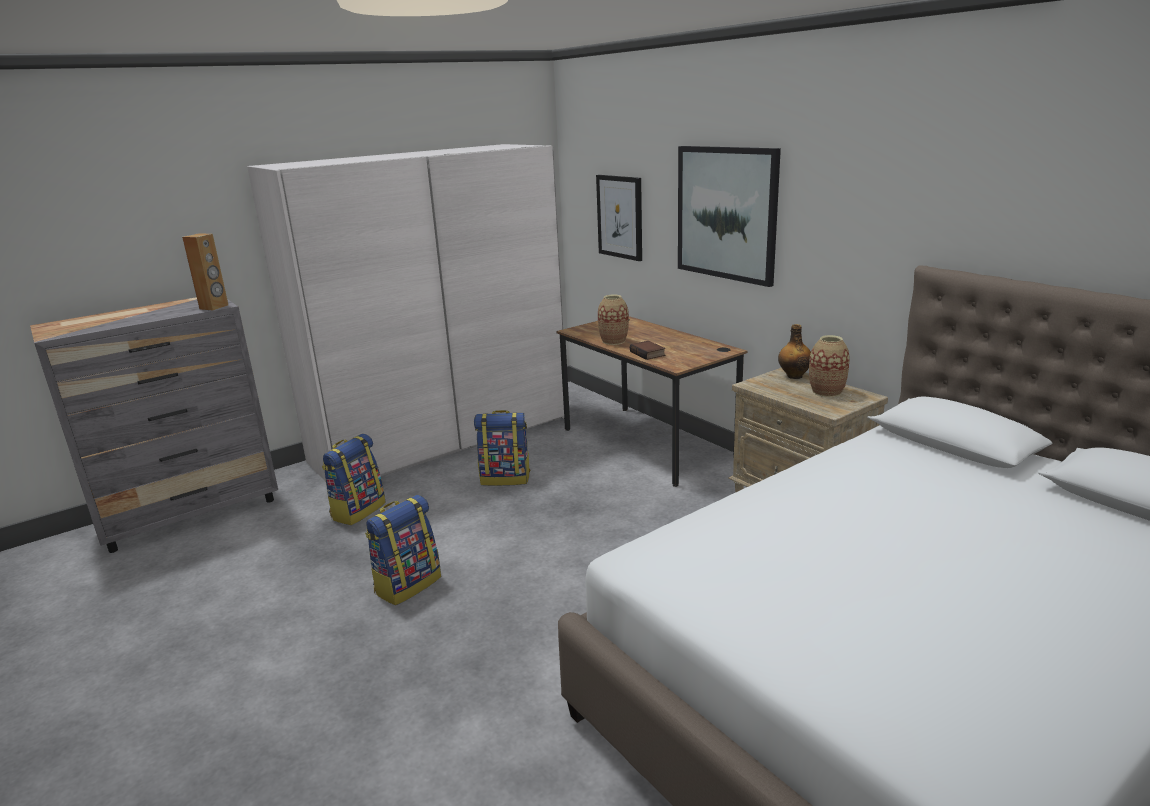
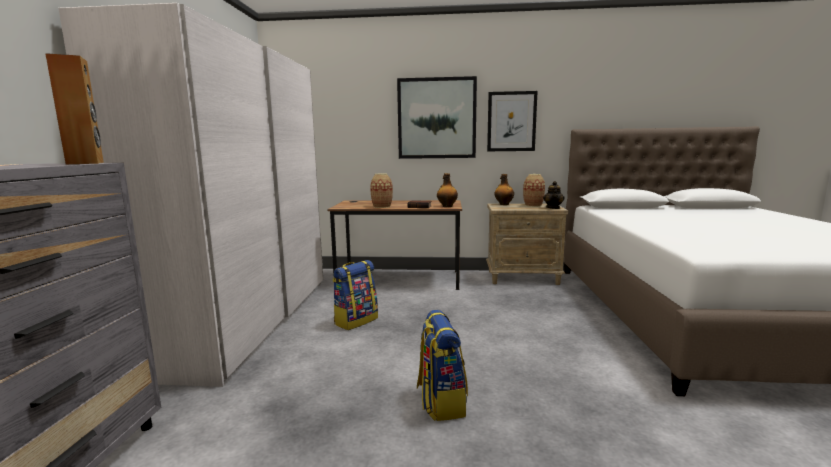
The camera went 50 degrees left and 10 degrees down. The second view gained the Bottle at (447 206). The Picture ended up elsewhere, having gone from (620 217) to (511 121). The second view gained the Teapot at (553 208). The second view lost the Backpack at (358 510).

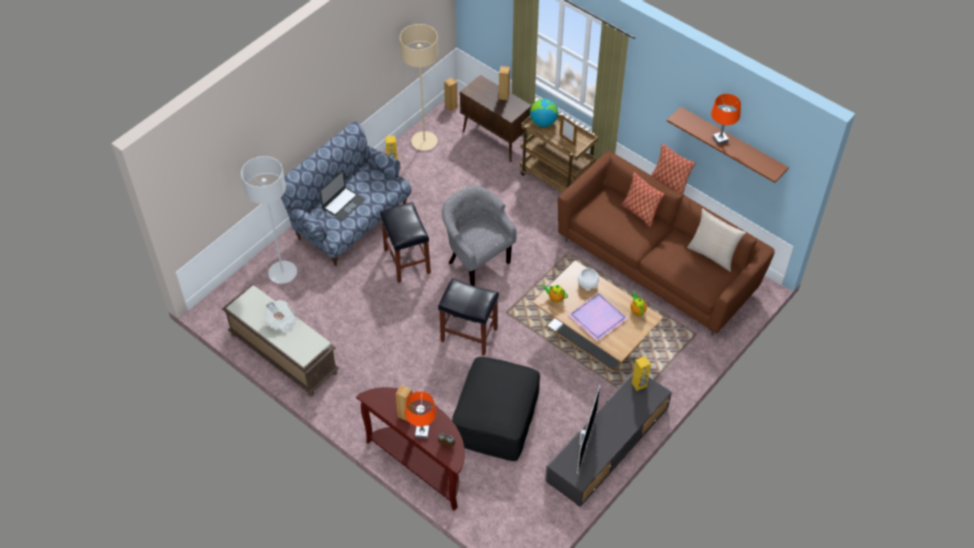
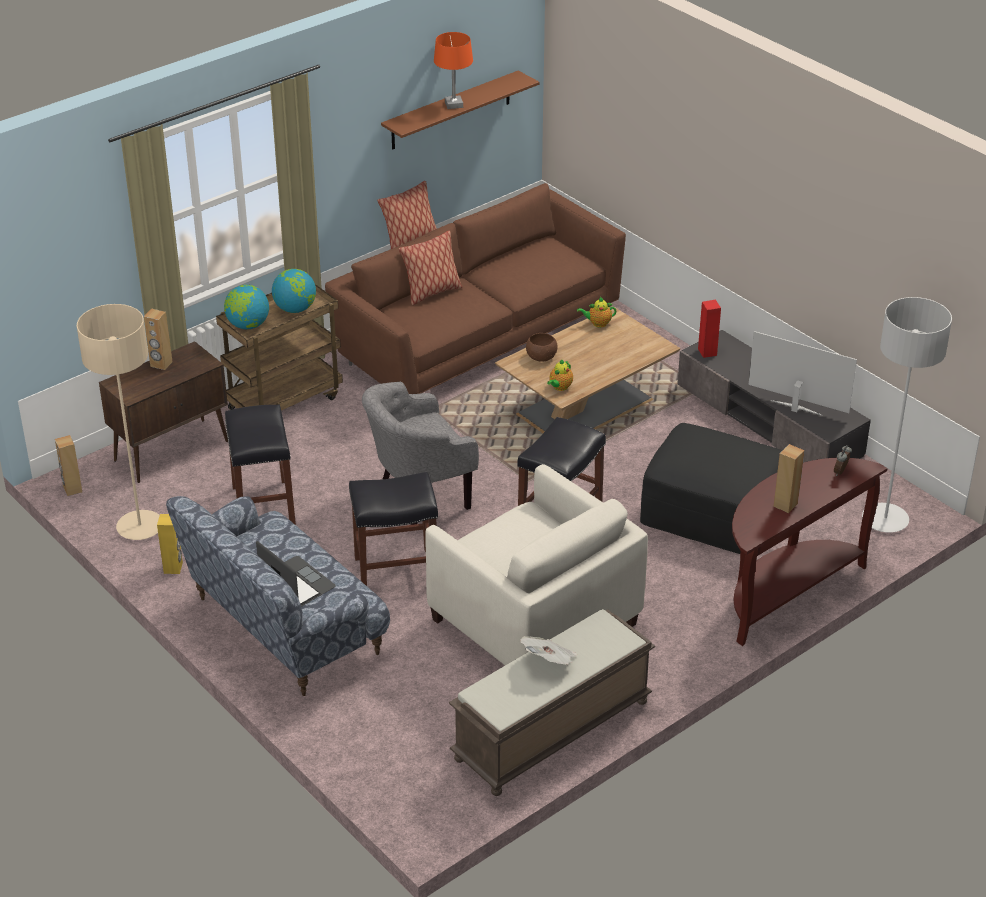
The camera went 80 degrees left and 15 degrees down. The second view gained the BlackStool at (264 506). Where the PictureFrame stood at (567 140), the Globe came to stand at (295 309). The second view gained the BeigeArmchair at (533 621). What was the WhiteBowl at (587 284) turned into the BrownBowl at (541 357). What was the YellowSpeaker at (639 385) turned into the RedSpeaker at (707 352). The GreyFloorLamp ended up elsewhere, having gone from (282 273) to (885 519). The second view lost the OrangeTableLamp at (422 432). The second view lost the PurpleTray at (597 318). The second view lost the BeigePillow at (712 254).

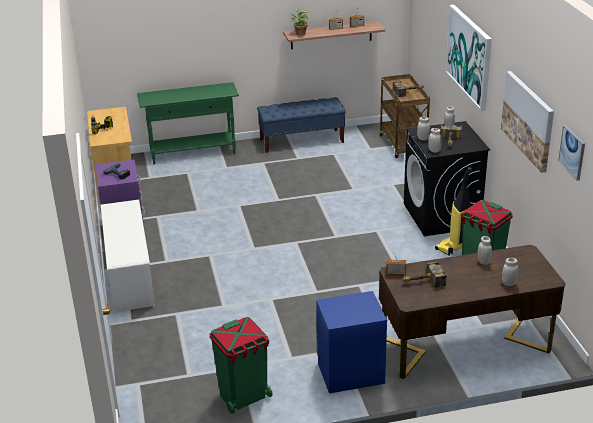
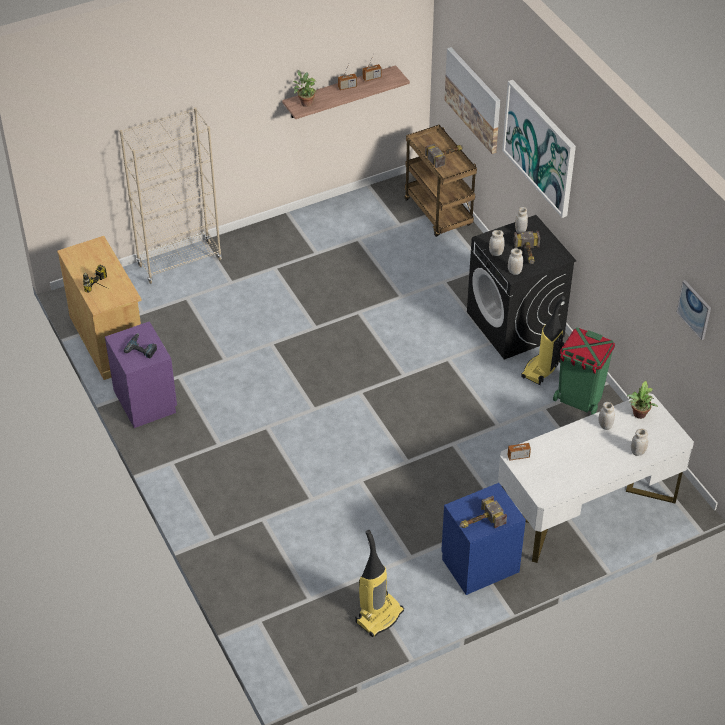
The camera went 15 degrees left and 15 degrees up. Where the GreenConsoleTable stood at (193 153), the BeigeBookcase came to stand at (180 262). Where the GreenTrashCan stood at (244 397), the VacuumCleaner came to stand at (379 615). The Picture ended up elsewhere, having gone from (528 120) to (473 99). The Hammer ended up elsewhere, having gone from (421 281) to (479 522). What was the BrownDesk at (465 345) turned into the WhiteDesk at (587 507). The second view gained the PottedPlant at (639 415). The second view lost the WhiteShoeRack at (130 276). The second view lost the BlueBench at (302 141).

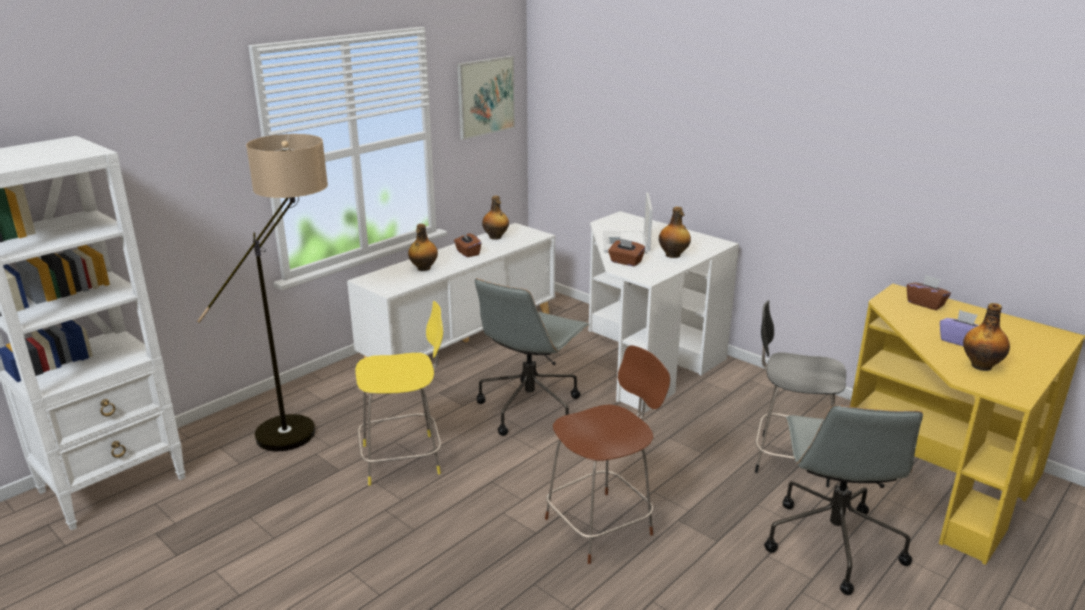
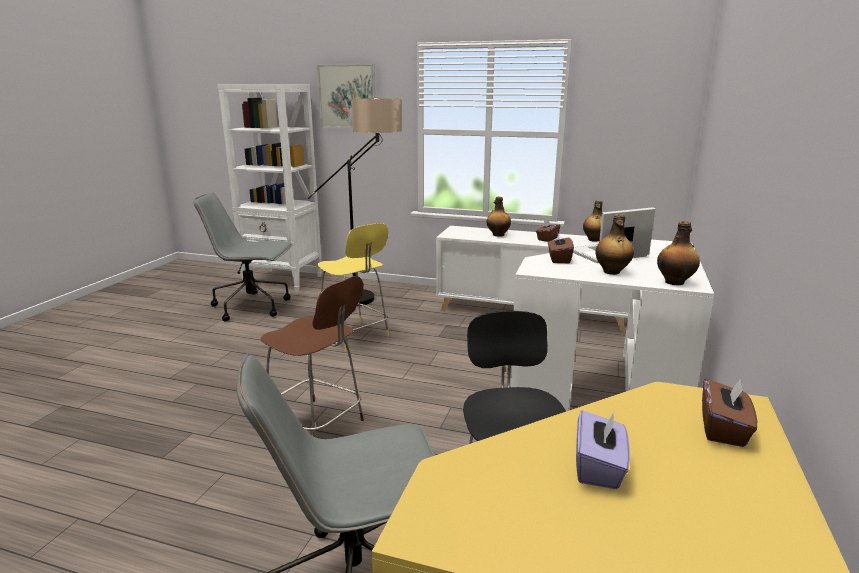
The camera went 65 degrees right and 5 degrees down. The GreyOfficeChair ended up elsewhere, having gone from (530 408) to (253 307). The Picture ended up elsewhere, having gone from (486 97) to (347 96). The Bottle ended up elsewhere, having gone from (981 365) to (675 282).

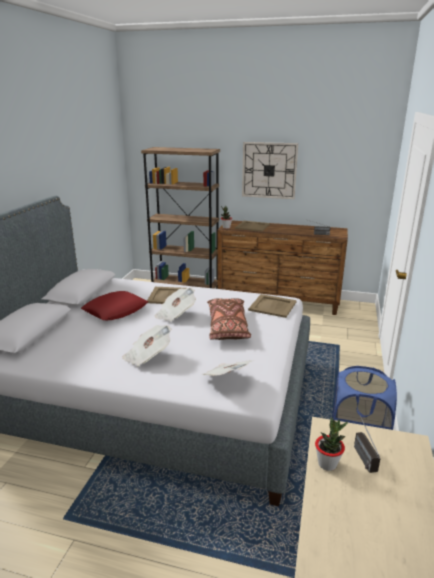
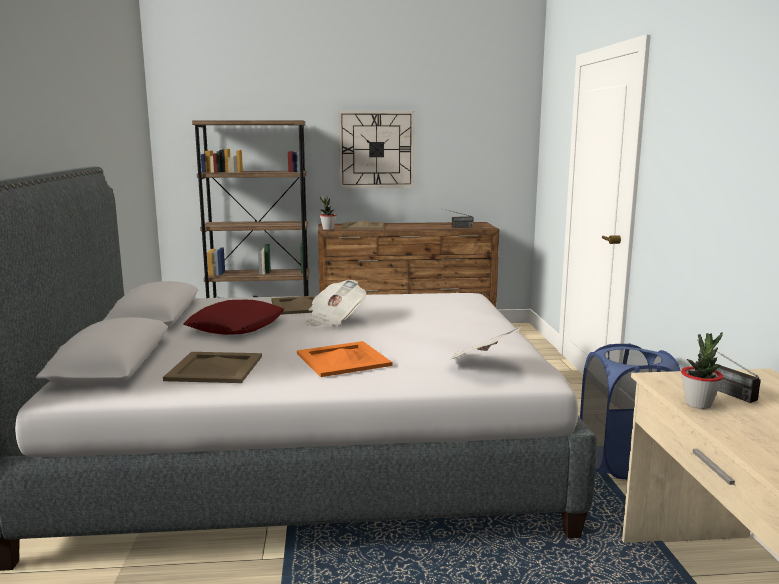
The camera went 20 degrees left and 10 degrees down. The BeigeTray ended up elsewhere, having gone from (273 306) to (216 368). Where the Newspaper stood at (147 356), the OrangeTray came to stand at (343 360). The second view lost the BrownPillow at (227 327).

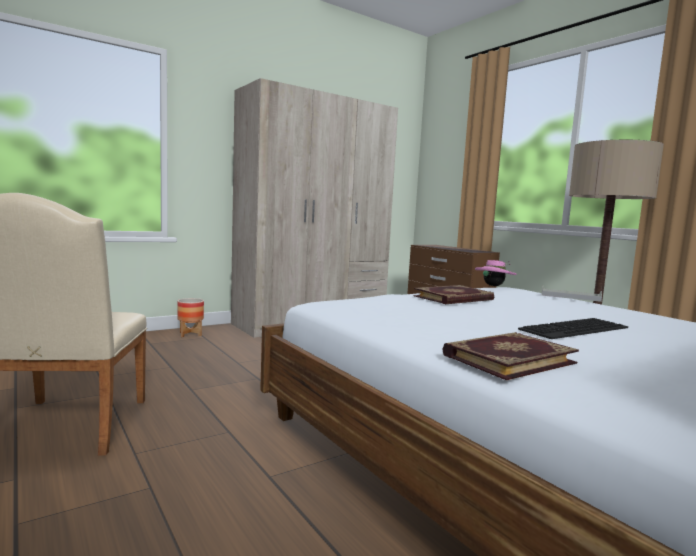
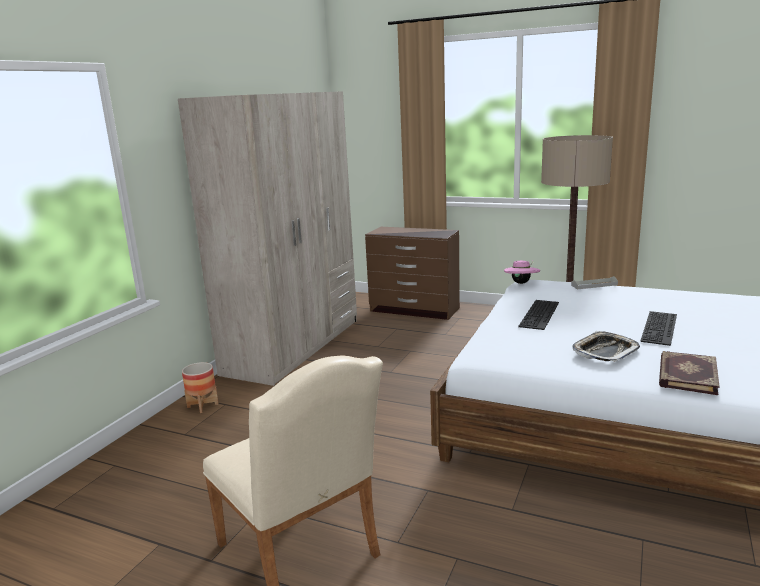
The camera went 30 degrees left and 10 degrees up. Where the Book stood at (454 298), the Keyboard came to stand at (541 314). The second view gained the Tray at (605 351).

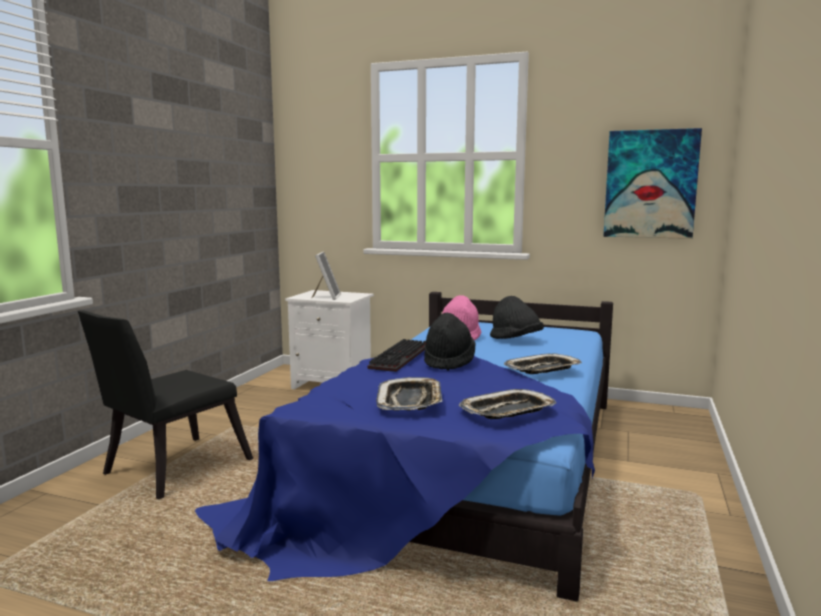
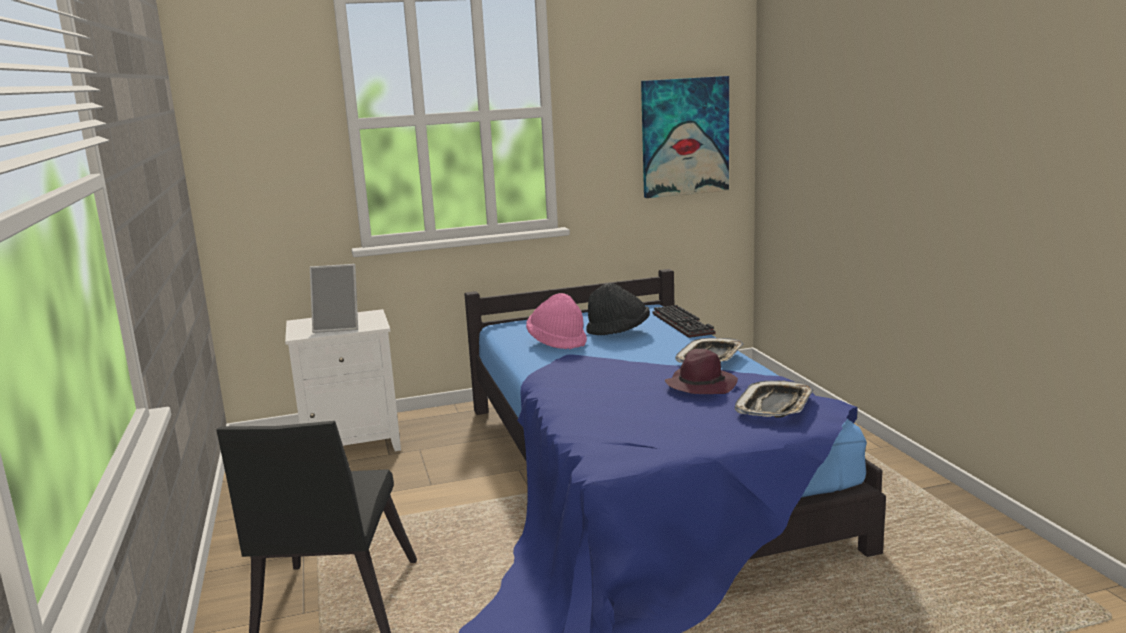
The camera went 35 degrees left and 5 degrees up. The PictureFrame at (326 297) ended up facing another way, 120 degrees clockwise from before. The Keyboard ended up elsewhere, having gone from (401 358) to (685 324). The second view gained the PurpleHat at (701 385). The second view lost the Tray at (410 401). The second view lost the BlackHat at (449 362).

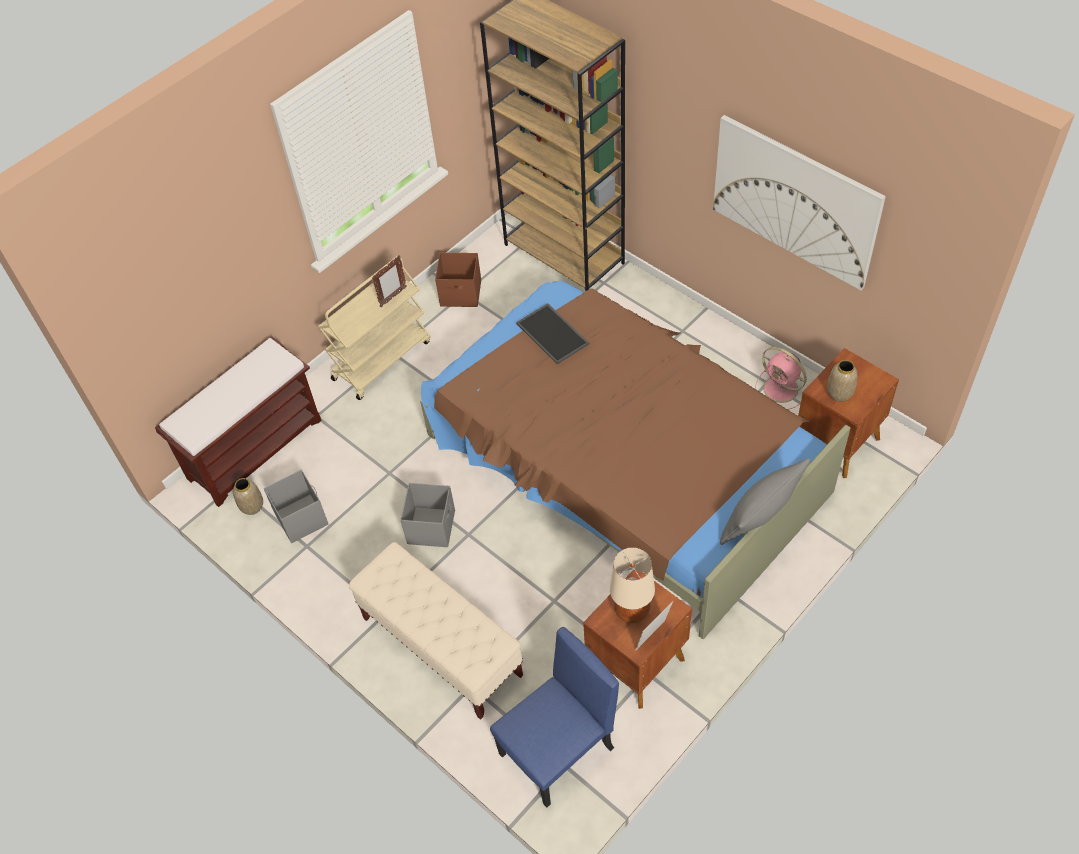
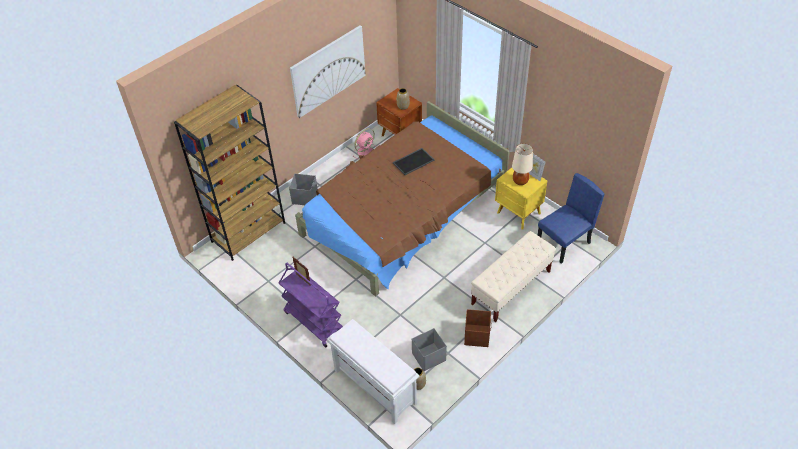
The camera went 90 degrees left and 5 degrees down. What was the BeigeCart at (382 359) turned into the PurpleCart at (313 322). The GreyStorageBox ended up elsewhere, having gone from (432 526) to (304 197). What was the BrownBench at (256 448) turned into the WhiteBench at (374 386). The Tray ended up elsewhere, having gone from (553 333) to (413 161). The BrownStorageBox ended up elsewhere, having gone from (461 294) to (477 335). What was the BrownNightstand at (636 664) turned into the YellowNightstand at (518 213). The BlueChair at (557 752) ended up facing another way, 90 degrees clockwise from before. The second view lost the GreyPillow at (760 515).

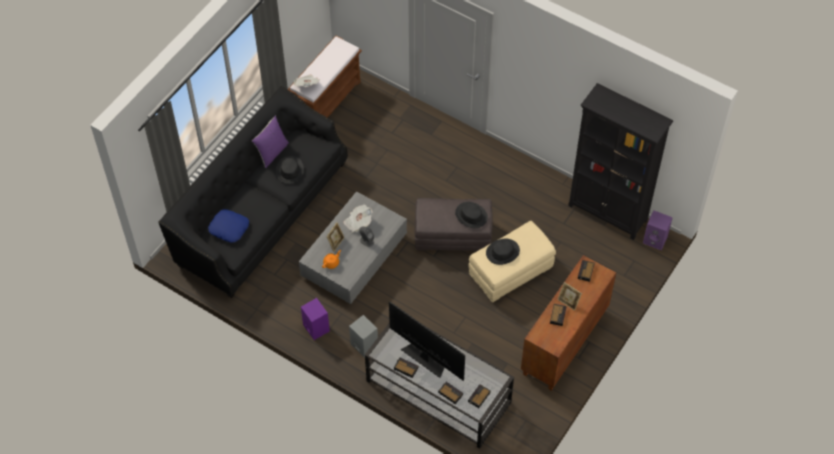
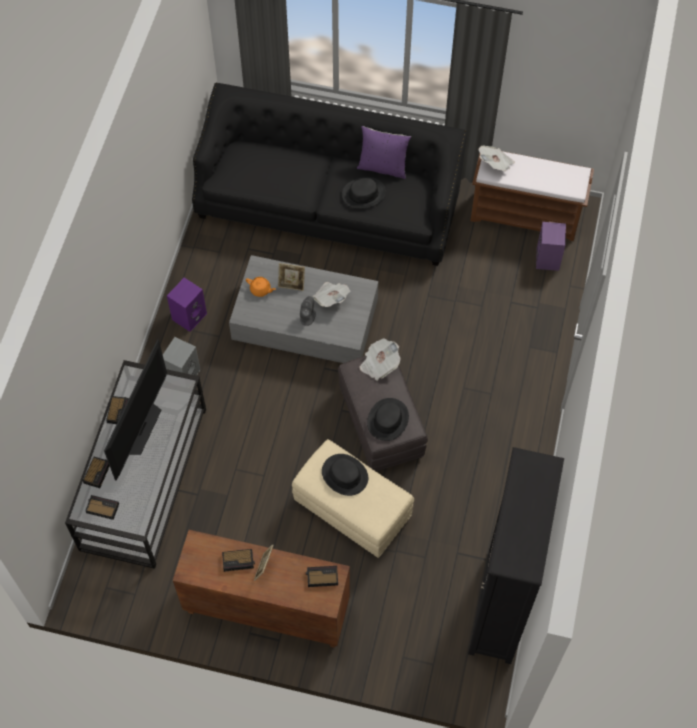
The camera went 70 degrees right and 5 degrees up. The second view gained the Newspaper at (379 364). The PurpleSpeaker ended up elsewhere, having gone from (655 239) to (548 259). The second view lost the BluePillow at (229 228).

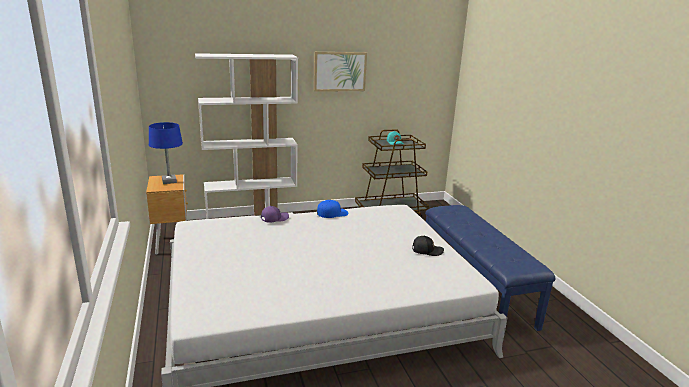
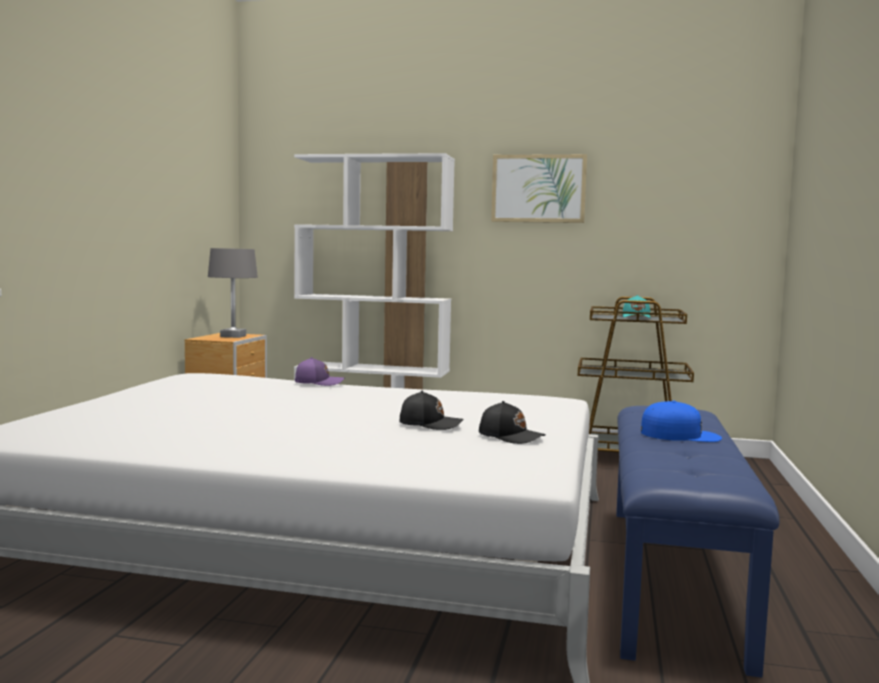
The camera went 30 degrees right and 15 degrees down. What was the BlueTableLamp at (169 181) turned into the GreyTableLamp at (233 336). The second view gained the BlackCap at (430 424). The BlueCap ended up elsewhere, having gone from (332 213) to (680 435).

